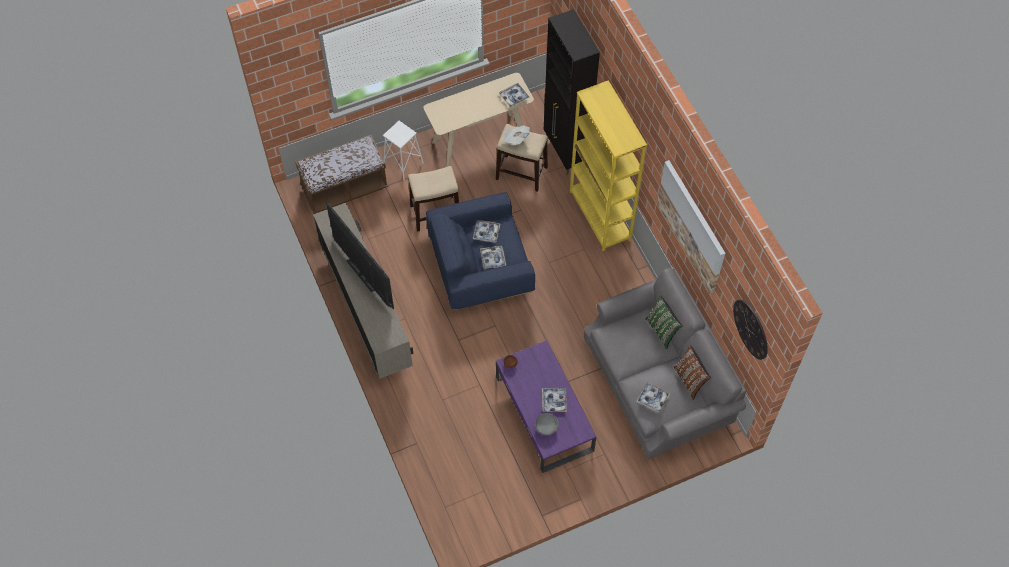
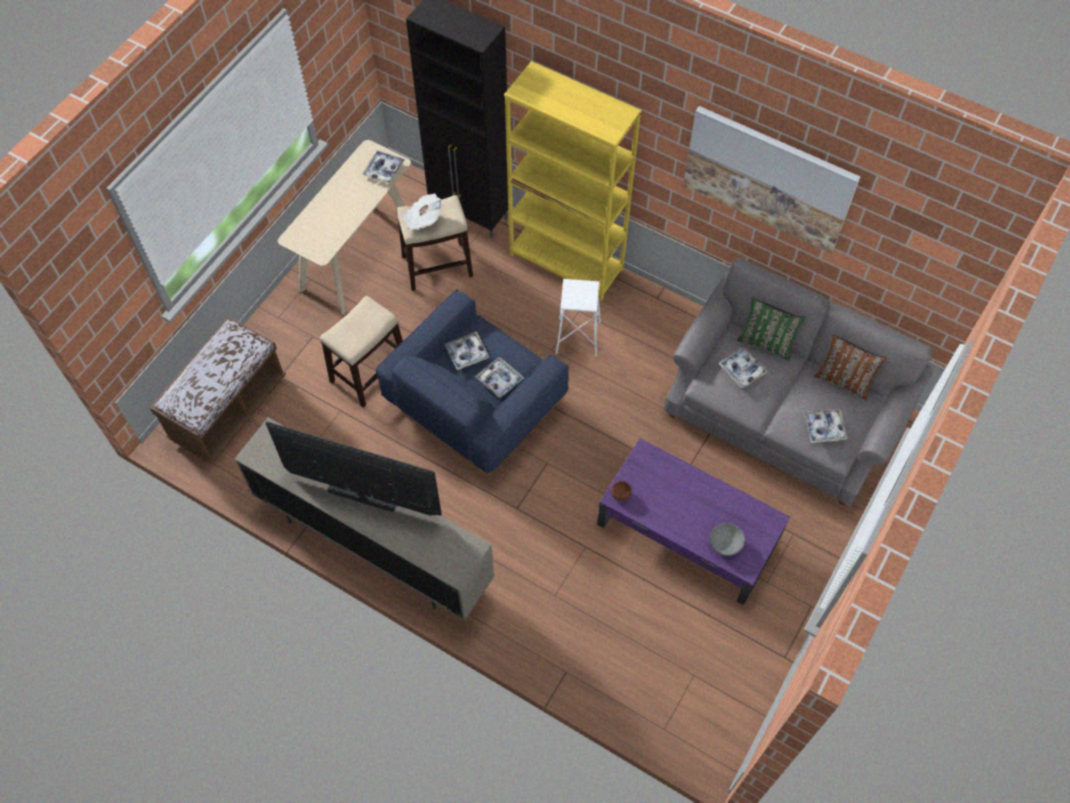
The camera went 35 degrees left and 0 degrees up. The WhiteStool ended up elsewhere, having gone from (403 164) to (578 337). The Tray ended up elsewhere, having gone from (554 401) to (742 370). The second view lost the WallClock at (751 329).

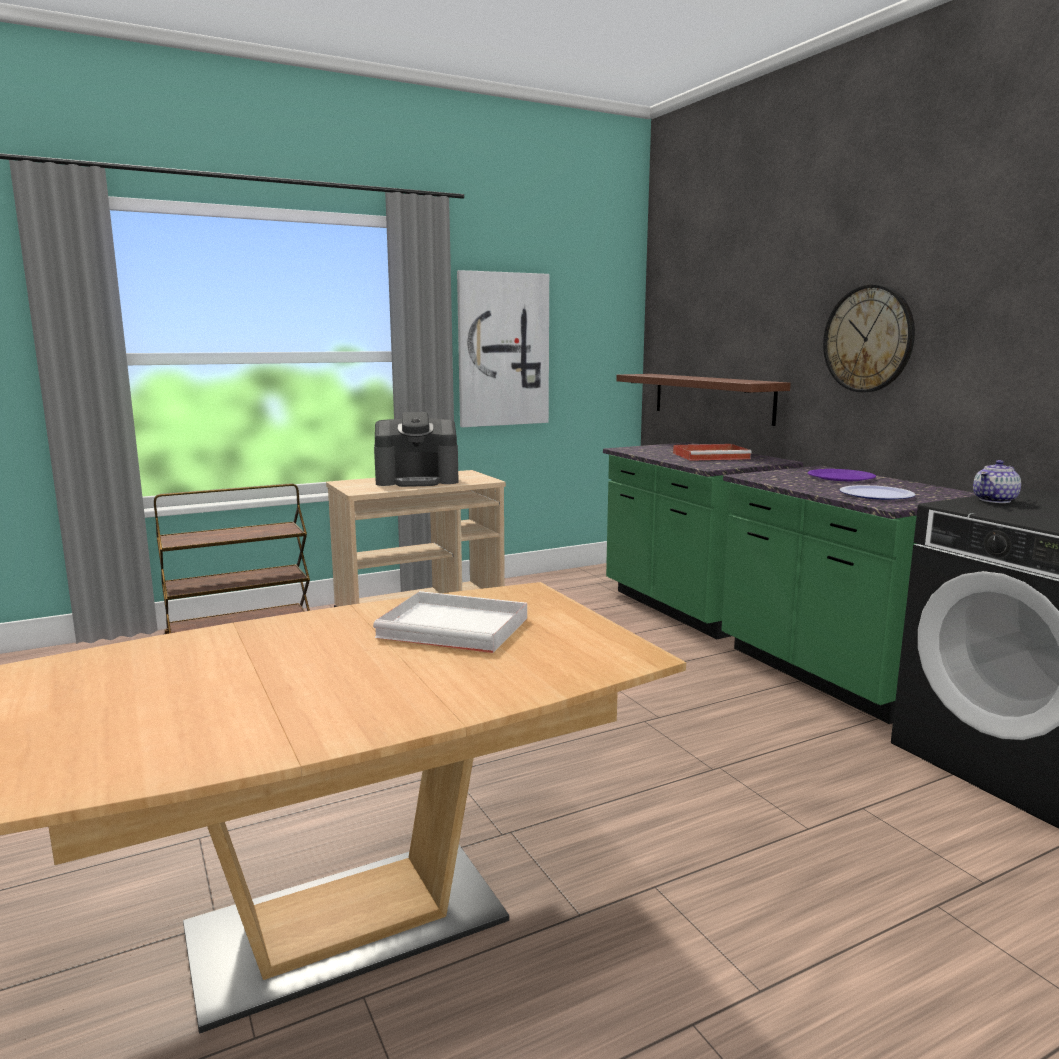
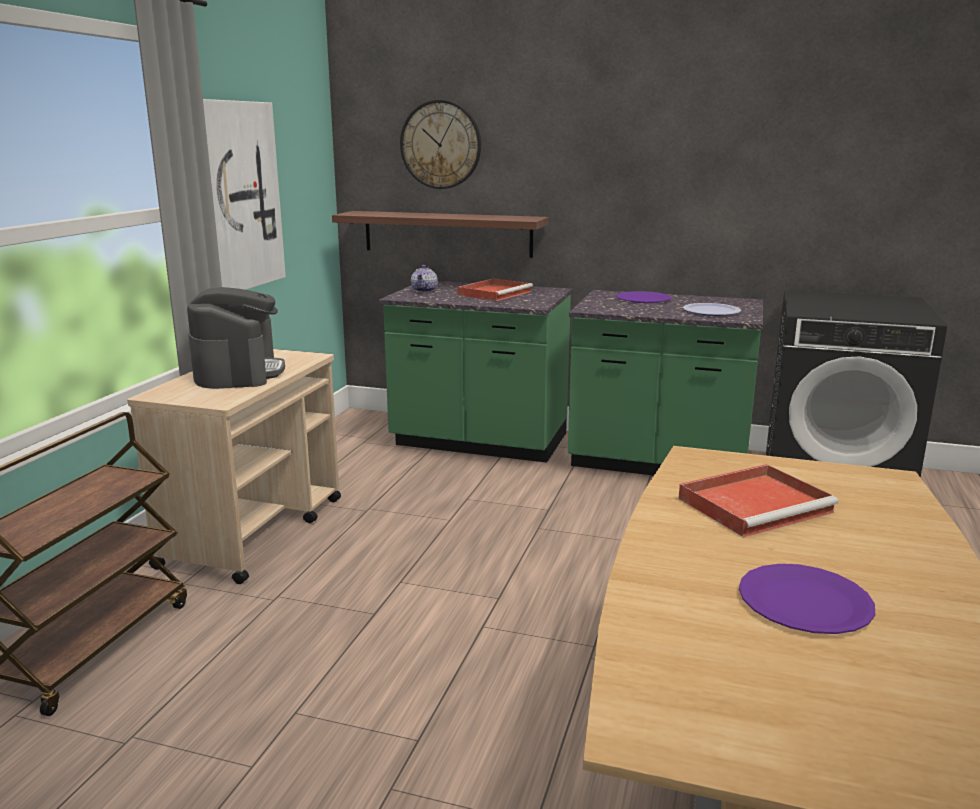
The camera went 45 degrees left and 5 degrees up. The CoffeeMachine at (417 480) ended up facing another way, 45 degrees counterclockwise from before. The WallClock ended up elsewhere, having gone from (868 339) to (441 145). The Teapot ended up elsewhere, having gone from (995 500) to (424 290). What was the WhiteTray at (456 627) turned into the RedTray at (756 504). The second view gained the PurplePlate at (805 602).

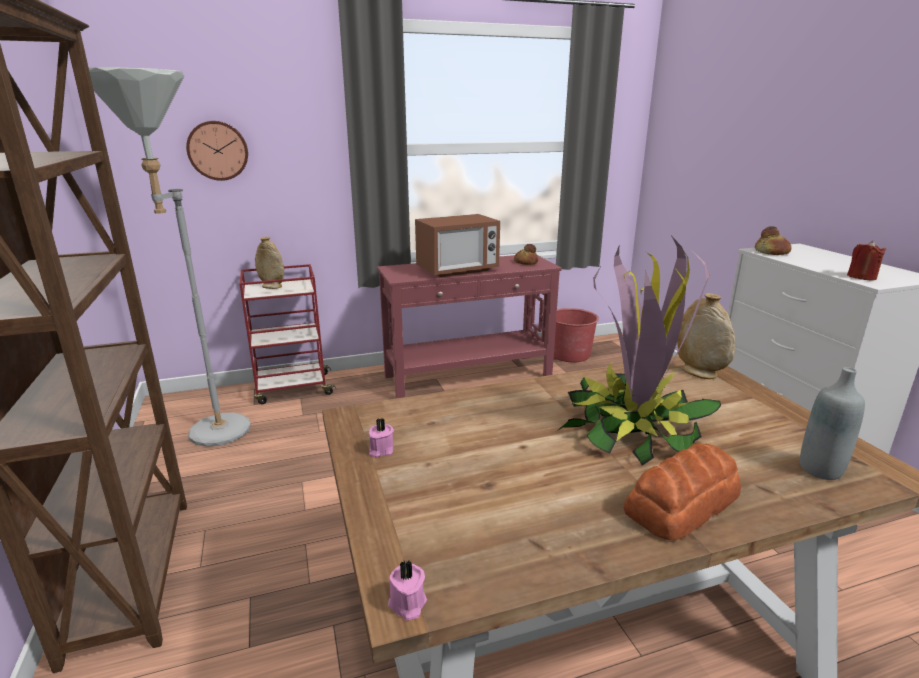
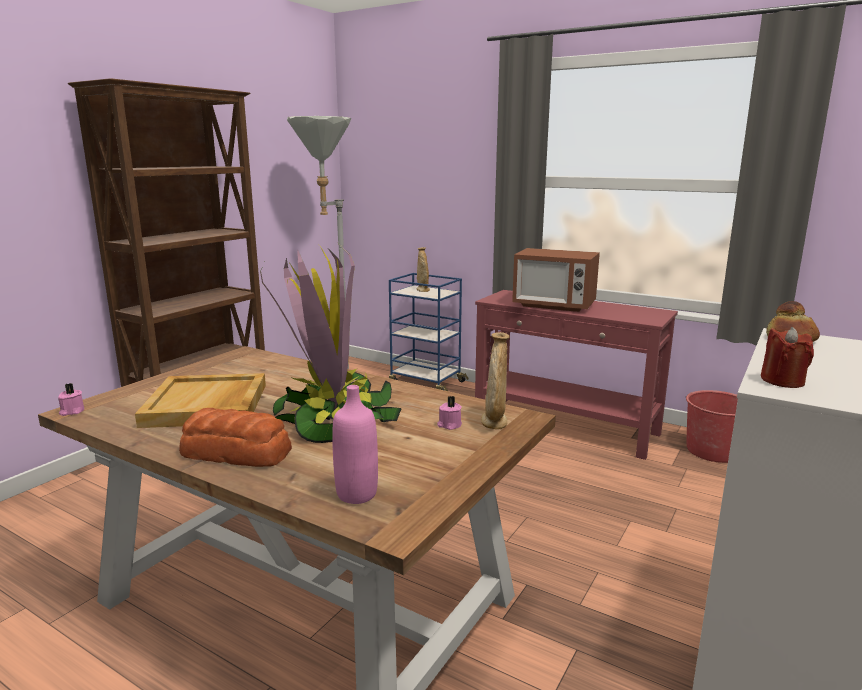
The camera went 50 degrees right and 5 degrees down. The second view gained the BeigeTray at (207 405). What was the GreyBottle at (820 469) turned into the PinkBottle at (357 494). What was the RedCart at (292 388) turned into the BlueCart at (426 382). The PinkCandle ended up elsewhere, having gone from (380 450) to (449 425). The second view lost the WallClock at (218 150). The second view lost the Bread at (525 262).

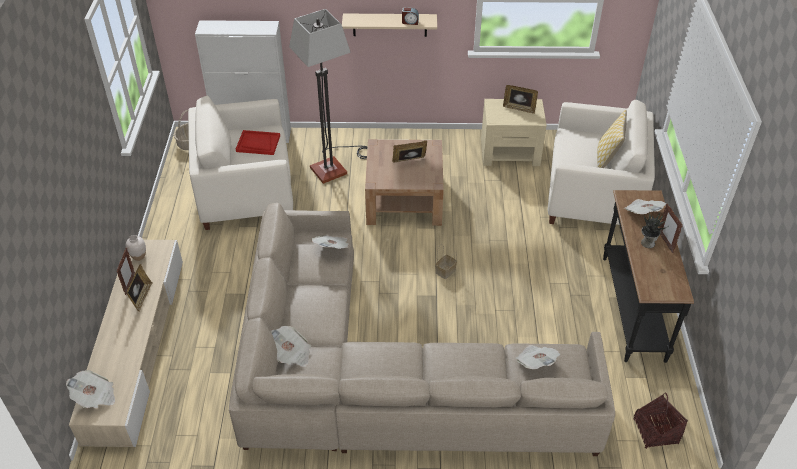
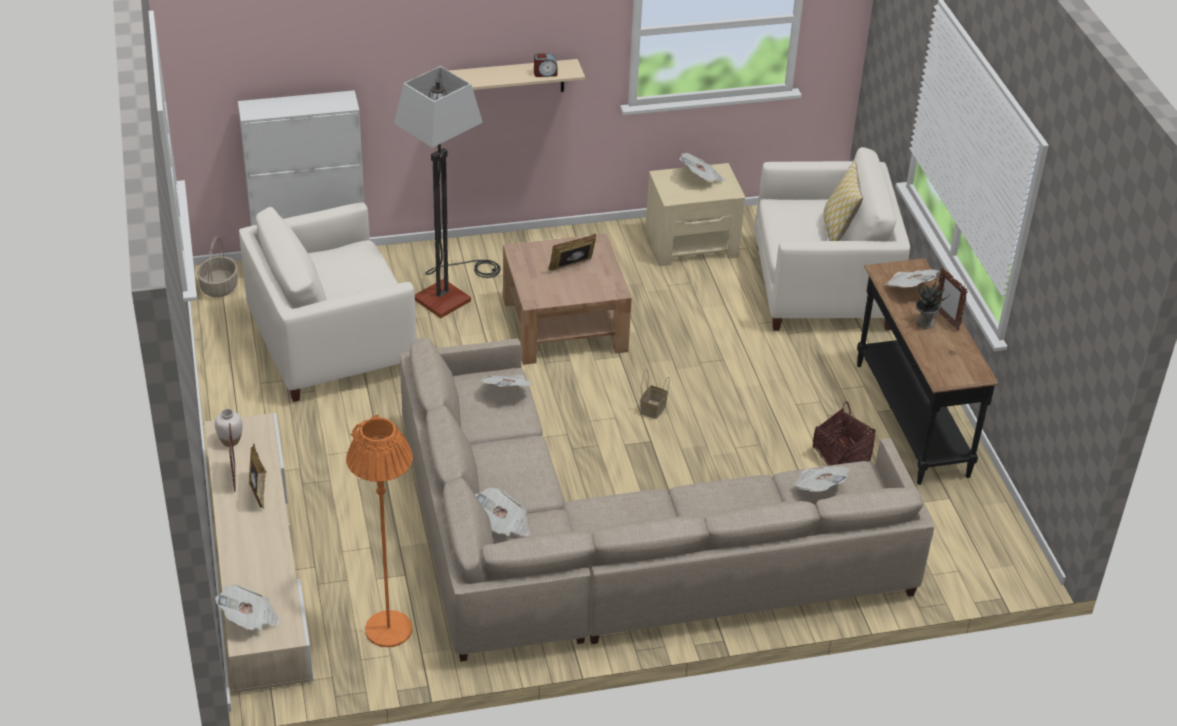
The camera went 15 degrees left and 5 degrees down. The second view gained the OrangeFloorLamp at (388 629). Where the PictureFrame stood at (519 108), the Newspaper came to stand at (701 179). The Basket ended up elsewhere, having gone from (655 432) to (840 456). The second view lost the RedTray at (258 144).

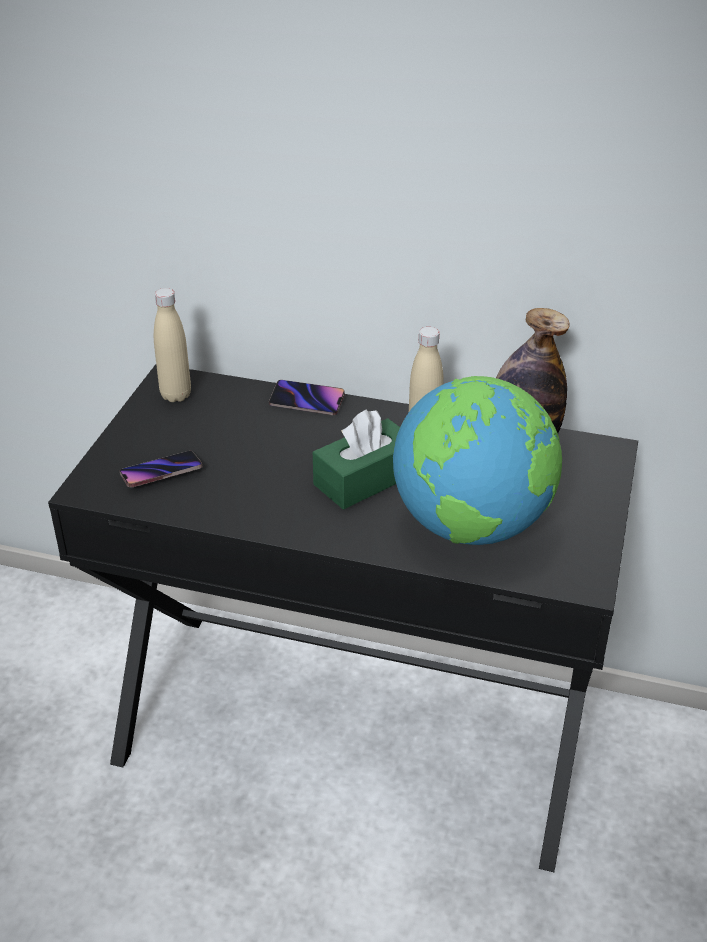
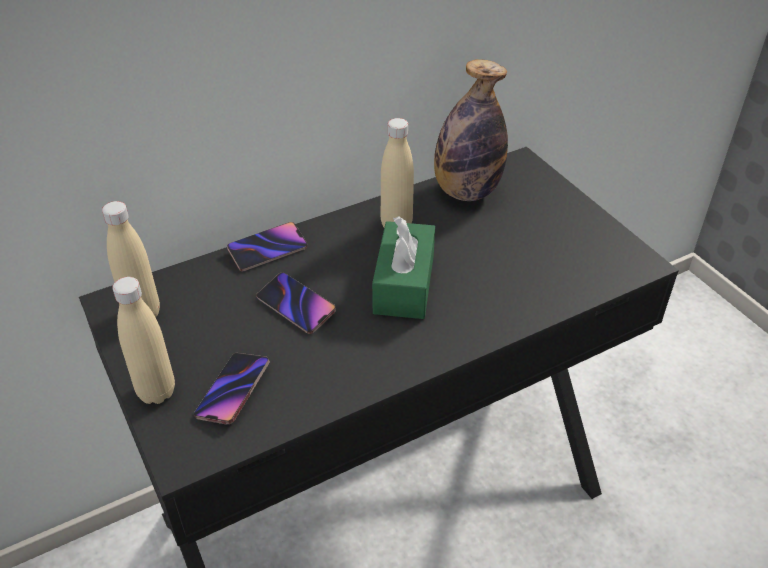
The camera went 45 degrees left and 5 degrees up. The second view gained the BeigeBottle at (156 392). The second view gained the Phone at (296 306). The second view lost the Globe at (472 526).

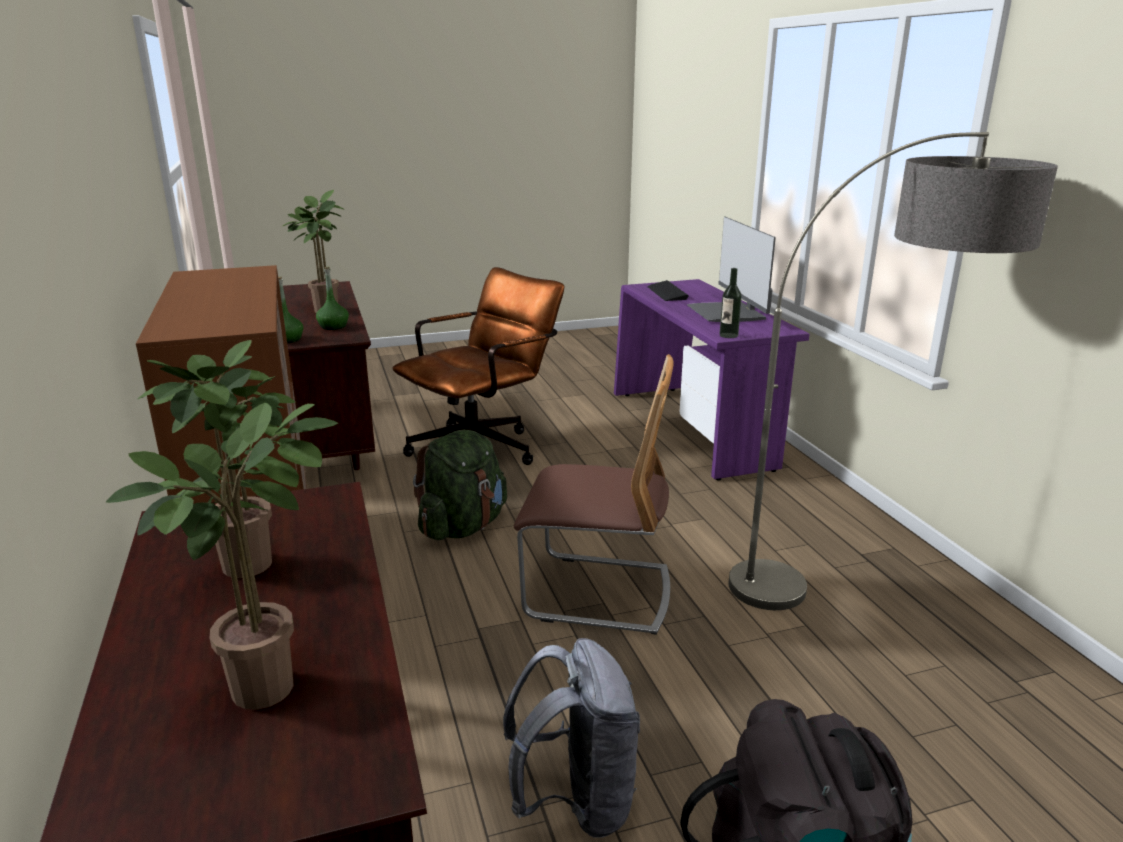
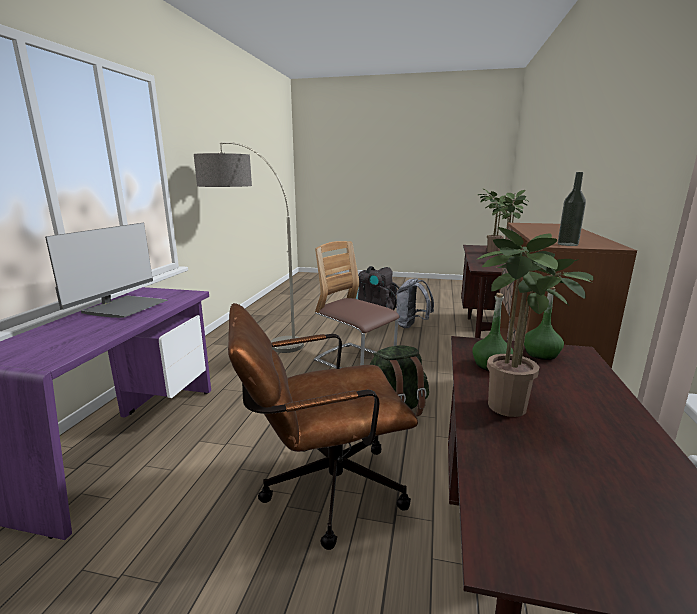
The camera went 150 degrees left and 5 degrees down. The Bottle ended up elsewhere, having gone from (728 335) to (567 244). The second view lost the Keyboard at (667 292).

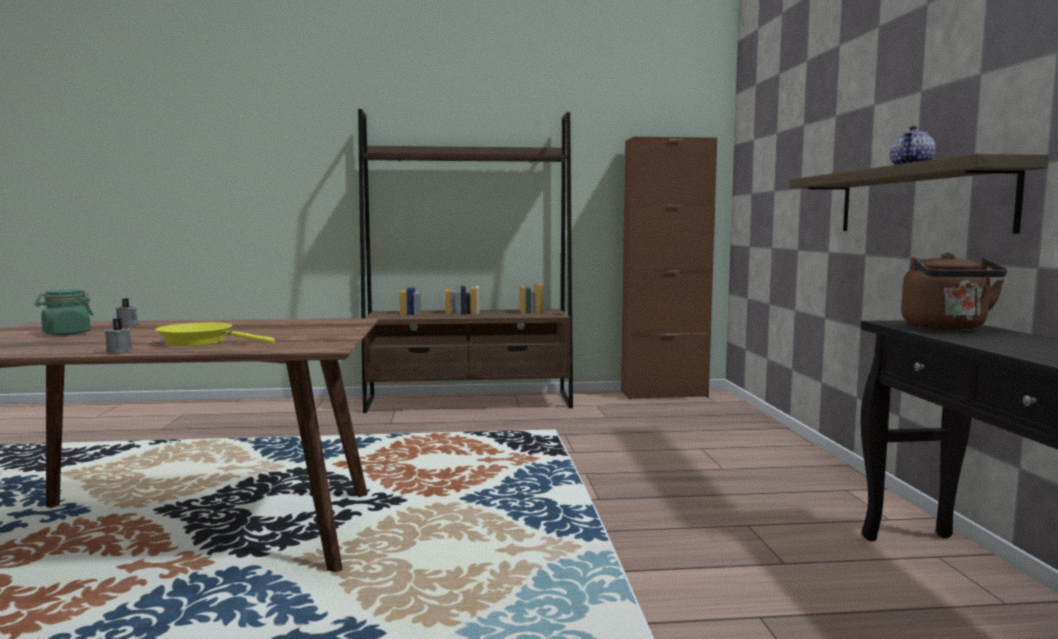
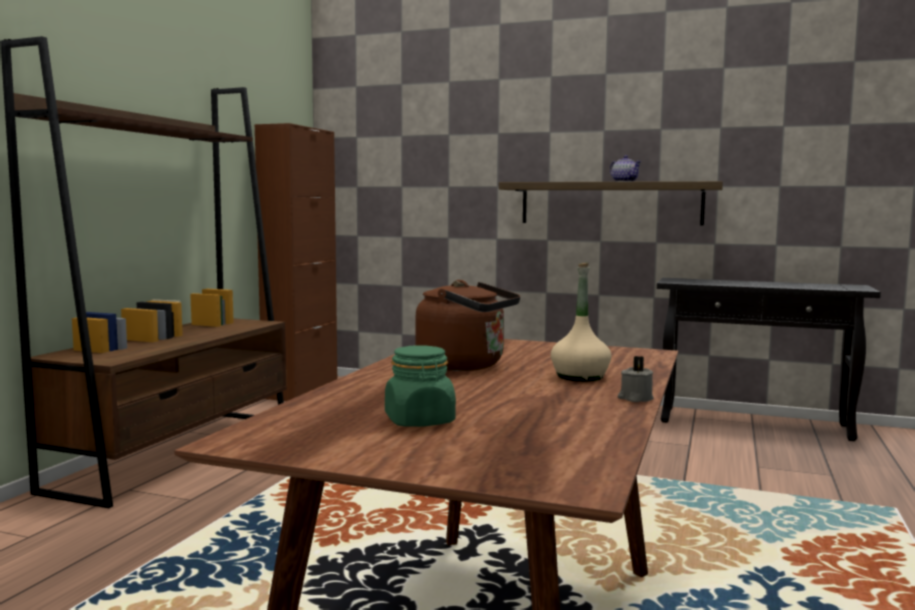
The camera went 65 degrees left and 0 degrees up. The BrownKettle ended up elsewhere, having gone from (946 328) to (466 366). Where the YellowFryingPan stood at (202 342), the BeigeBottle came to stand at (580 377). The second view lost the GreyCandle at (127 325).

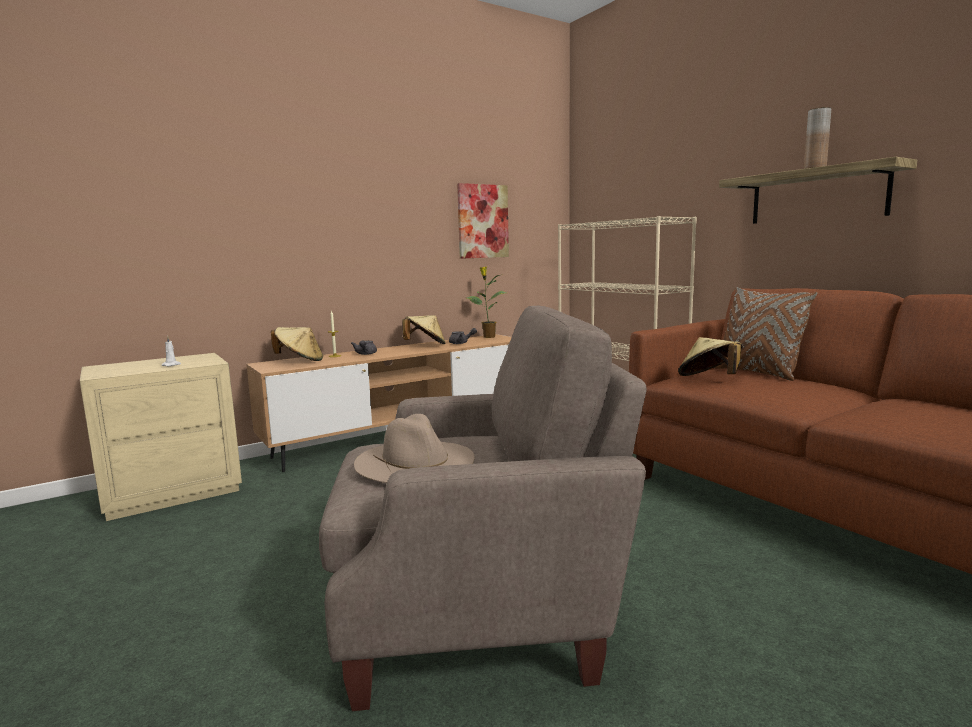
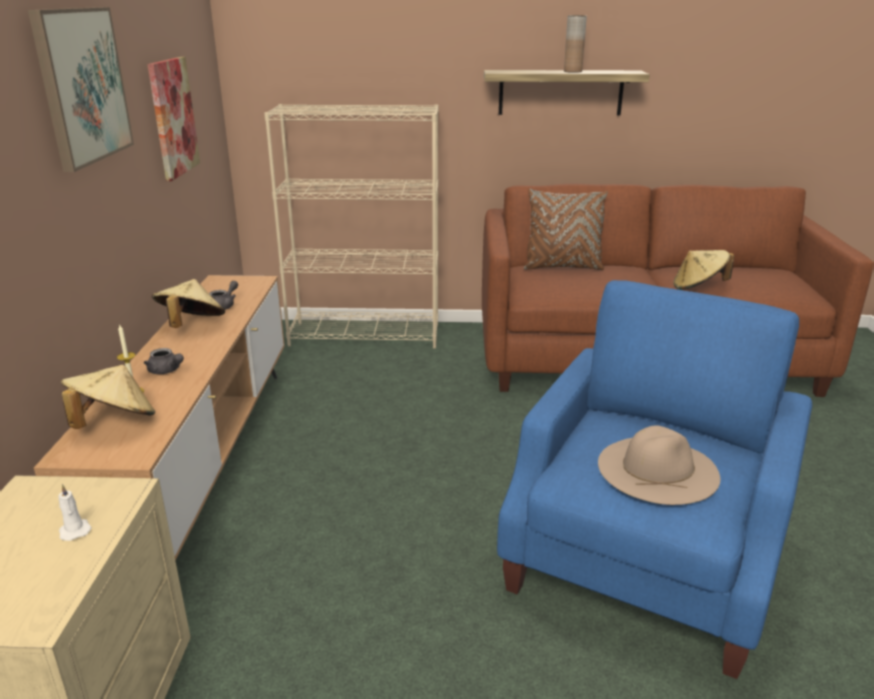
The camera went 55 degrees left and 15 degrees up. The second view gained the Picture at (82 86). What was the BeigeArmchair at (477 609) turned into the BlueArmchair at (643 564). The BeigeHat ended up elsewhere, having gone from (709 379) to (698 287). The second view lost the PottedPlant at (488 337).

